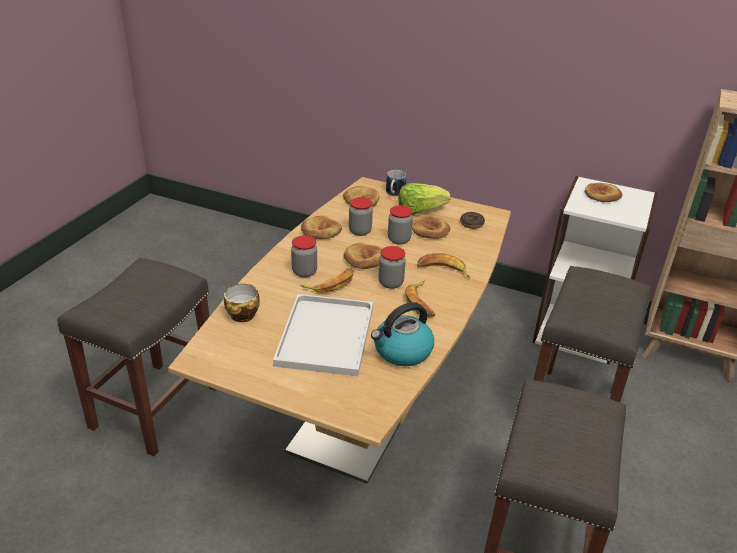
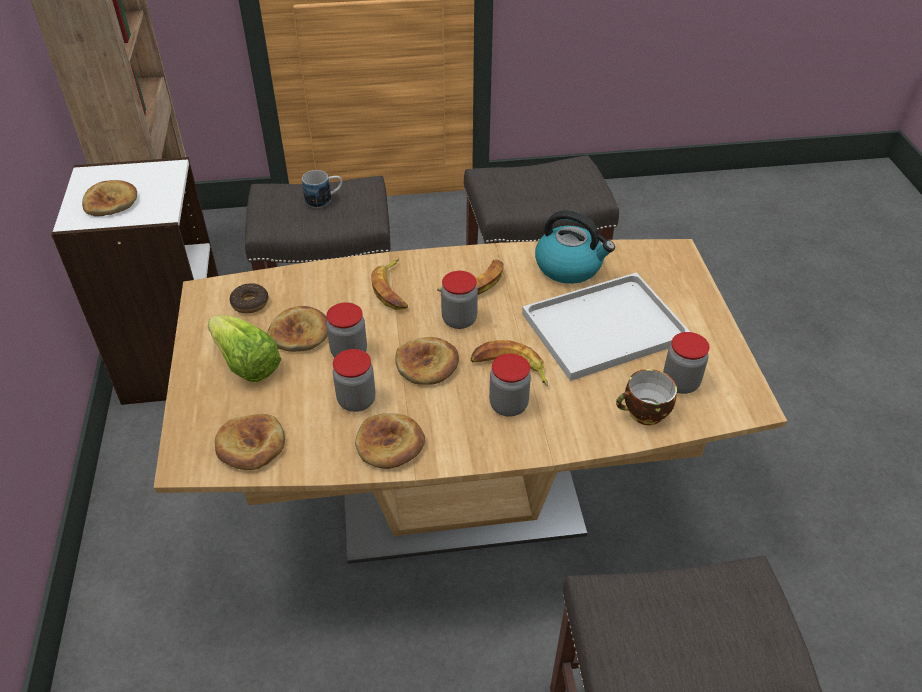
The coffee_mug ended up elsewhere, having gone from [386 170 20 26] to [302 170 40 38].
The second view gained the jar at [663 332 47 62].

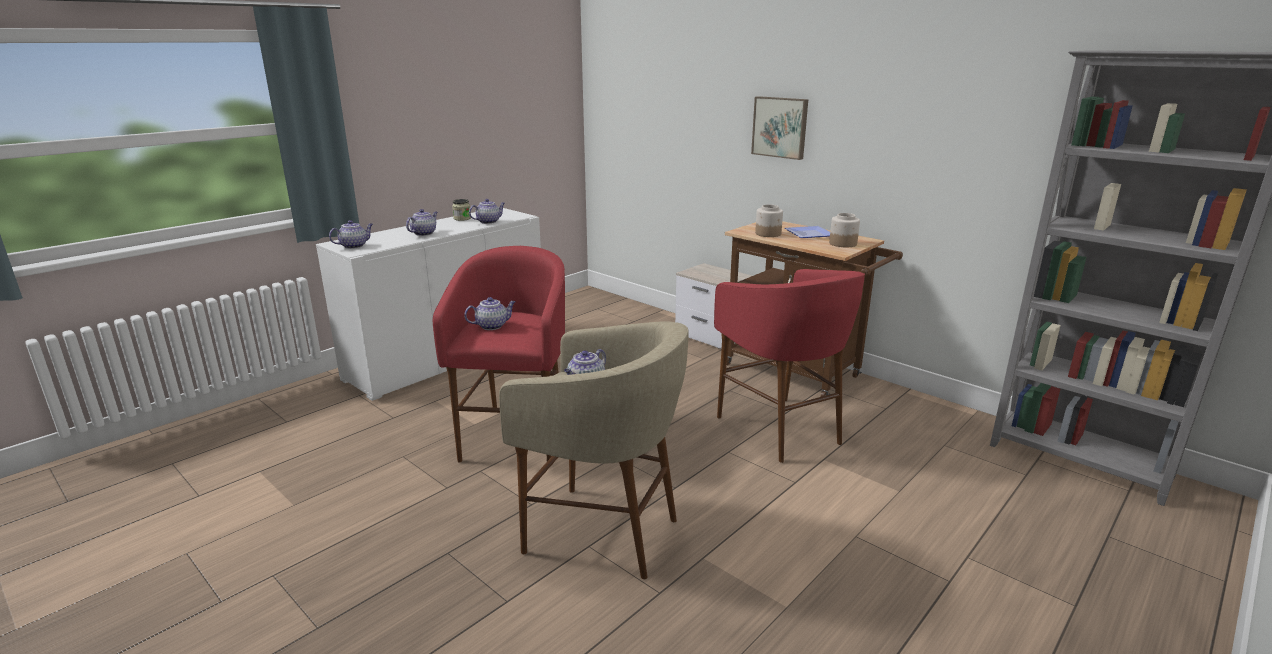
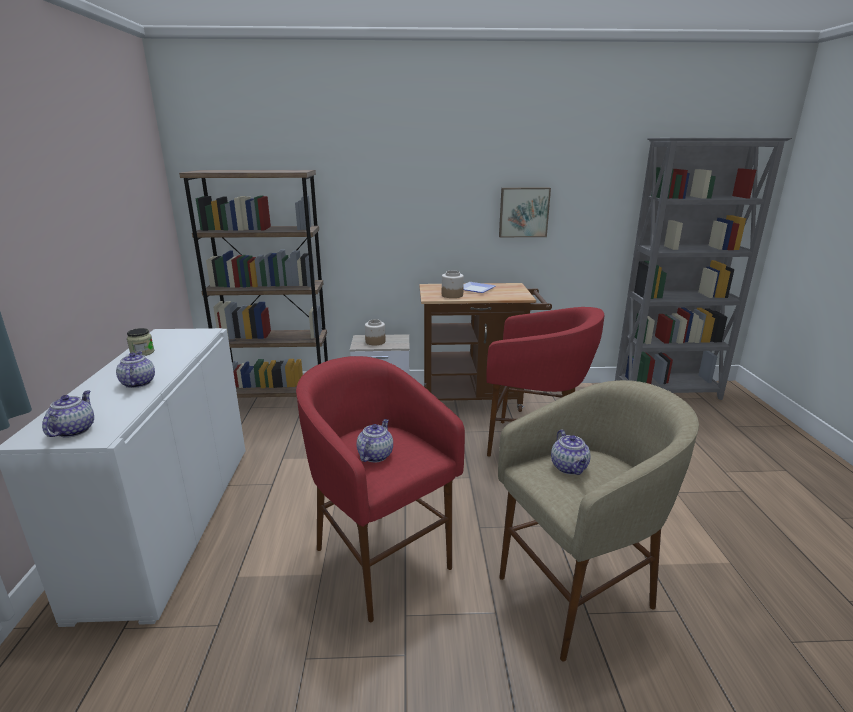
The second view gained the brownish_shelving_unit at [179 170 149 228].
The jar ended up elsewhere, having gone from [829 213 31 34] to [365 319 21 26].
The wall_picture ended up elsewhere, having gone from [751 96 57 64] to [499 188 52 49].
The second view lost the teapot at [469 199 36 25].

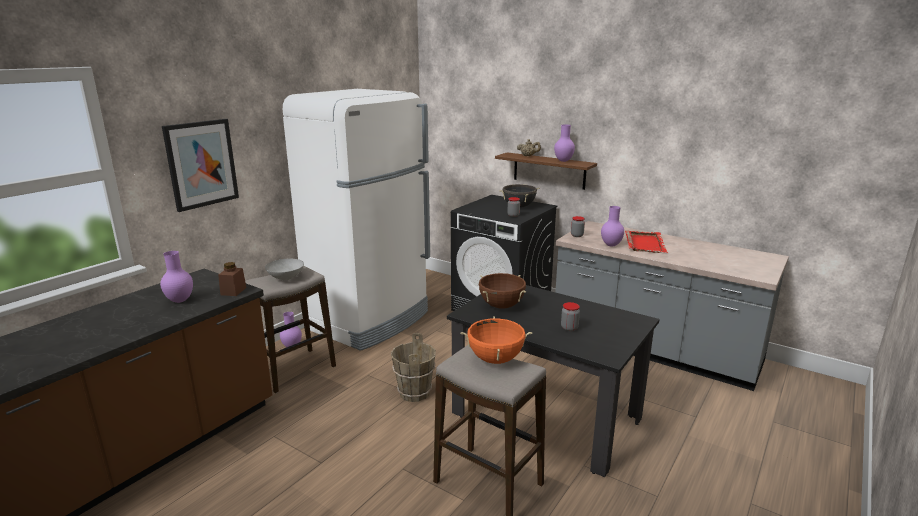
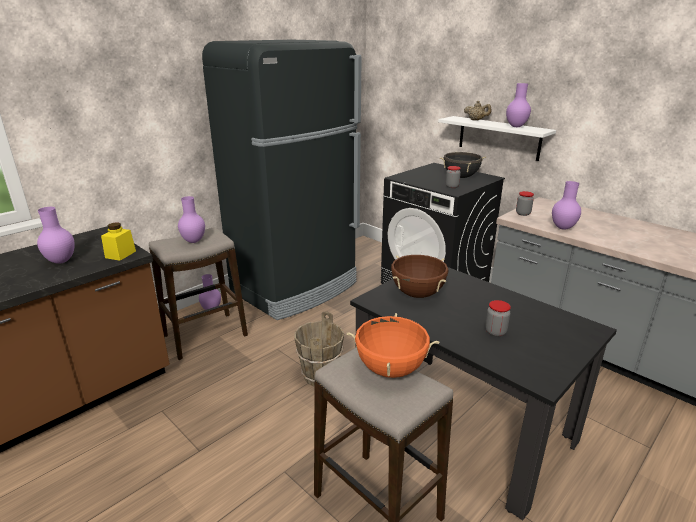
What was the brownish_jar at [218 262 28 34] turned into the yellow-coloured_jar at [101 223 35 38].
Where the gray_serving_bowl stood at [265 259 39 21], the purple_vase came to stand at [178 196 27 47].
What was the whitish_kitchen_fridge at [283 89 147 262] turned into the blackish_kitchen_fridge at [202 40 160 280].
What was the brownish_wall_shelf at [495 152 102 38] turned into the whitish_wall_shelf at [438 116 118 45].
The second view lost the wall_picture at [162 119 77 93].
The second view lost the red-coloured_carrying_tray at [625 230 43 23].

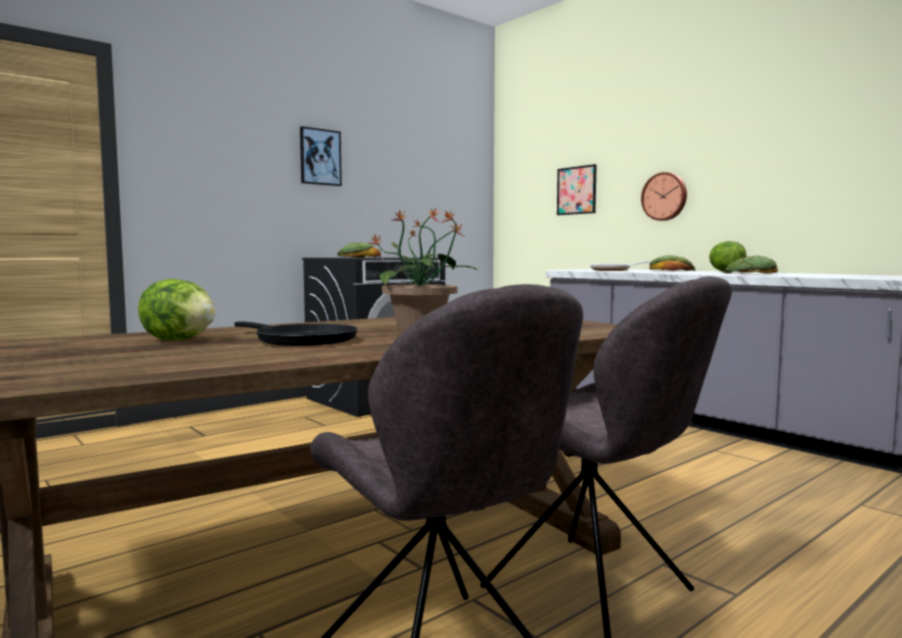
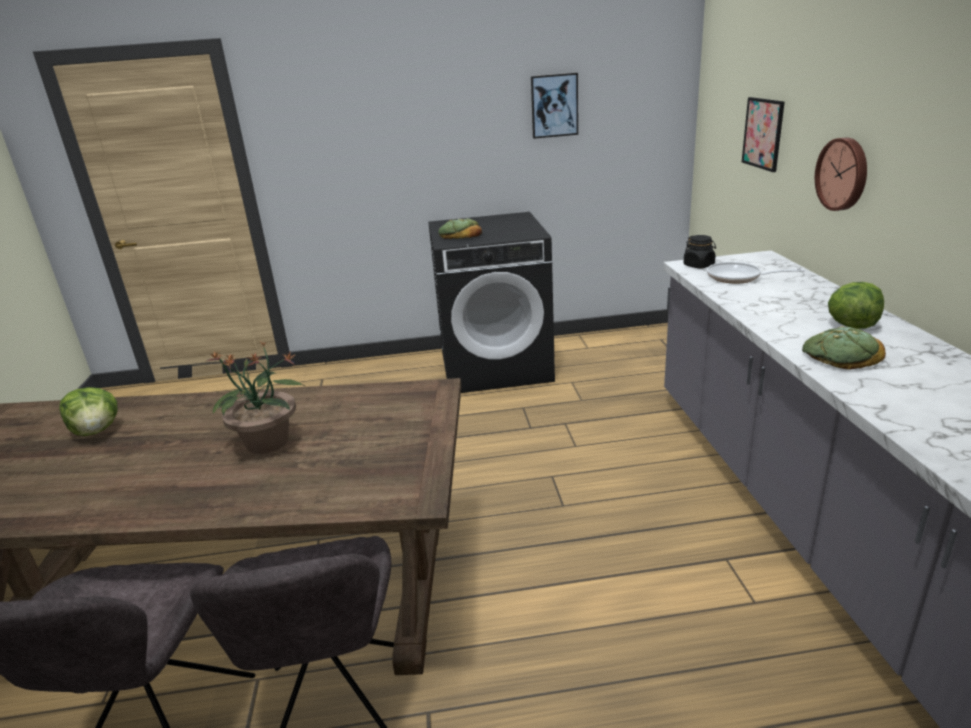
The wall_picture ended up elsewhere, having gone from [300 126 42 60] to [531 73 47 66].
The second view gained the blackish_jar at [683 235 33 33].
The second view lost the blackish_skillet at [234 321 124 25].
The second view lost the baked_bread at [649 255 46 16].

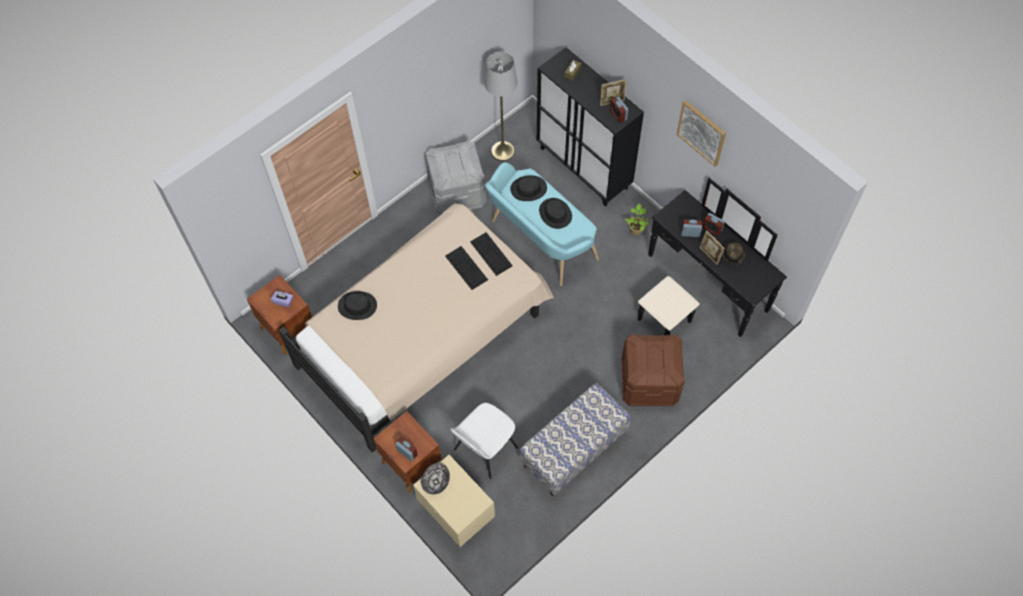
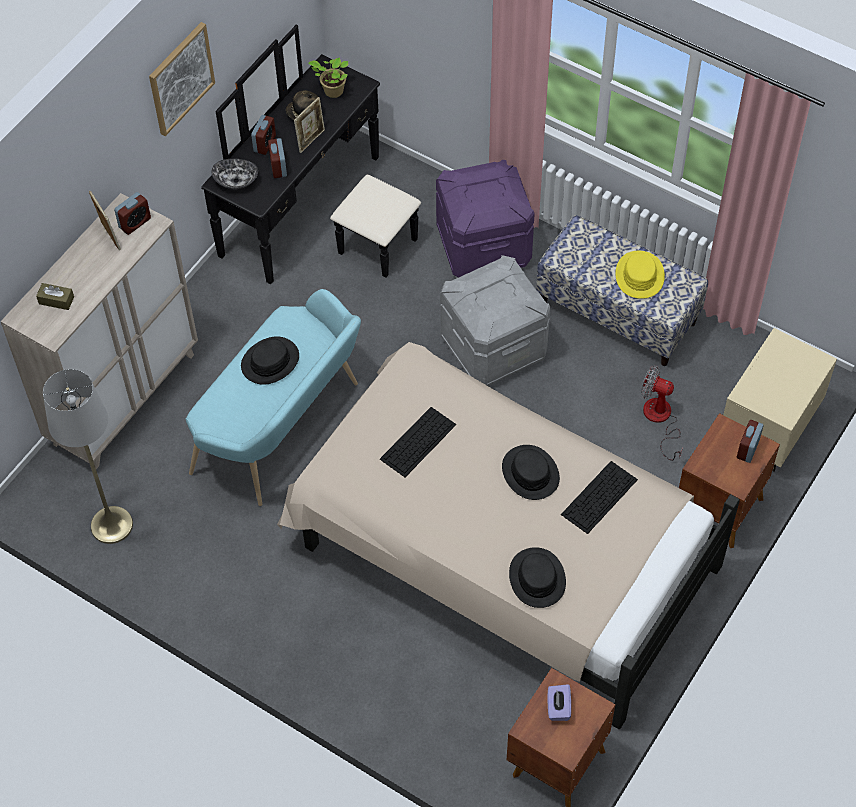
What was the blackish_storage_cabinet at [537 47 107 159] turned into the beige-coloured_storage_cabinet at [1 193 197 276].
The serving_bowl ended up elsewhere, having gone from [421 463 29 31] to [211 159 47 30].
The houseplant ended up elsewhere, having gone from [625 203 24 32] to [308 57 40 41].
What was the brownish_storage_bin at [621 334 64 72] turned into the purple_storage_bin at [436 160 99 117].
The gray_storage_bin ended up elsewhere, having gone from [425 140 62 75] to [440 255 110 131].
The blackish_clothing_hat ended up elsewhere, having gone from [511 175 36 26] to [502 445 58 55].
The PC_keyboard ended up elsewhere, having gone from [470 232 43 44] to [561 461 77 73].
The second view gained the yellow-coloured_clothing_hat at [615 251 50 48].
Where the whitish_chair stood at [451 403 67 76], the cooling_fan came to stand at [641 366 42 95].

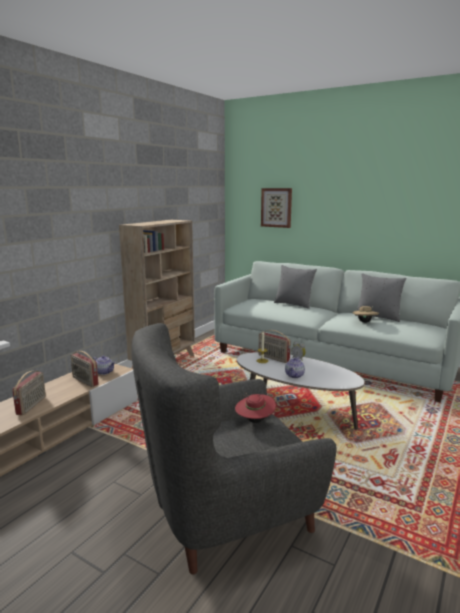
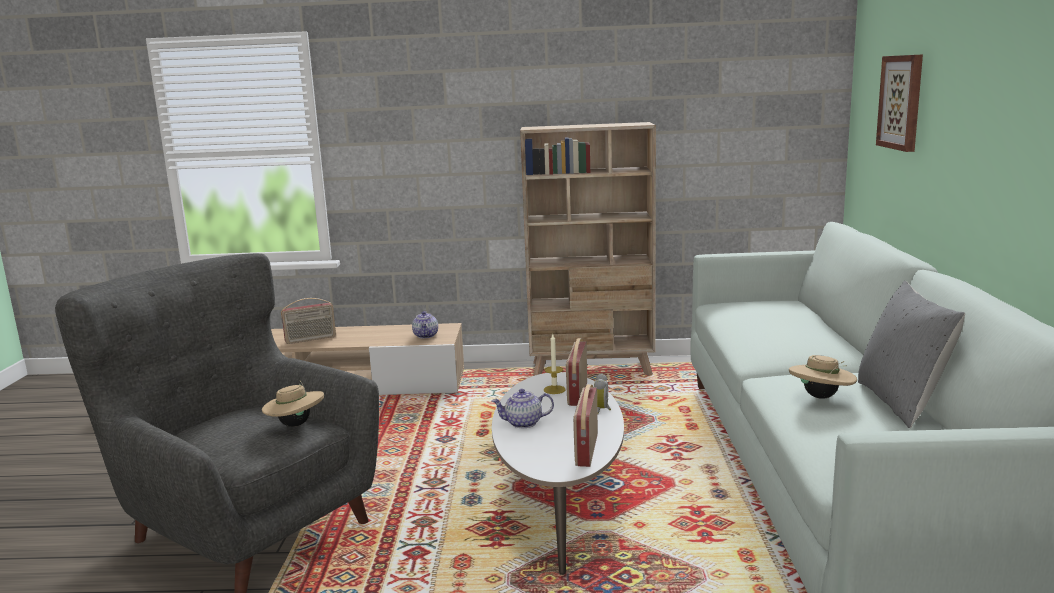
What was the red-coloured_clothing_hat at [235 393 41 30] turned into the beige-coloured_clothing_hat at [262 380 62 47].
The radio_receiver ended up elsewhere, having gone from [71 351 28 36] to [573 384 25 83].
The second view lost the gray_cushion at [274 265 43 44].

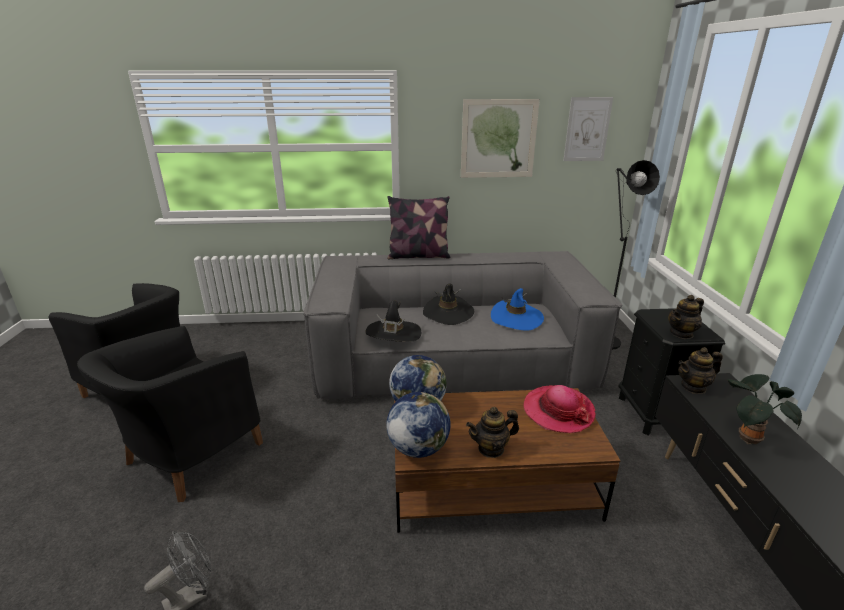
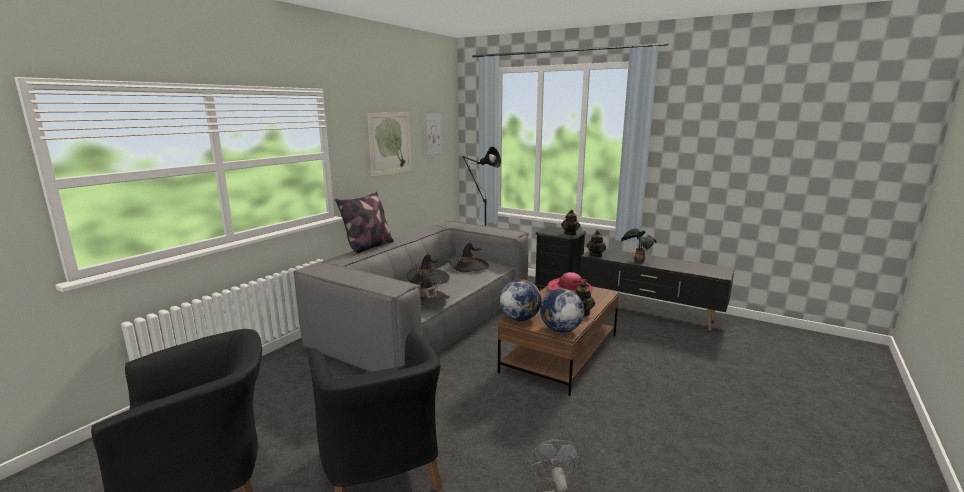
What was the bluish_clothing_hat at [491 288 53 43] turned into the blackish_clothing_hat at [449 242 40 30].

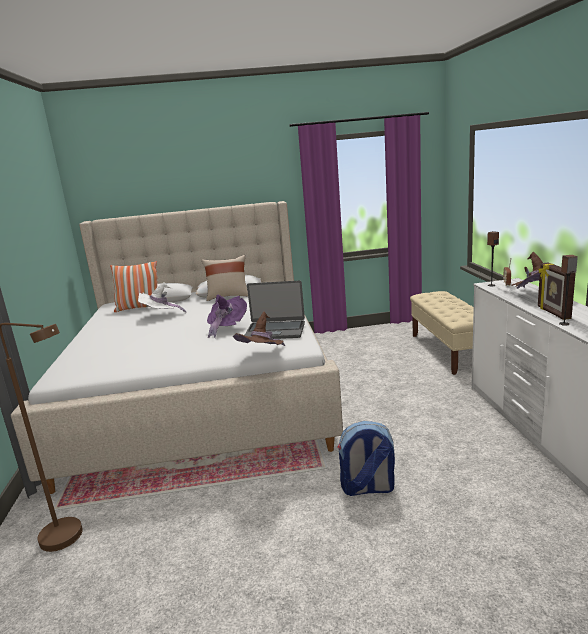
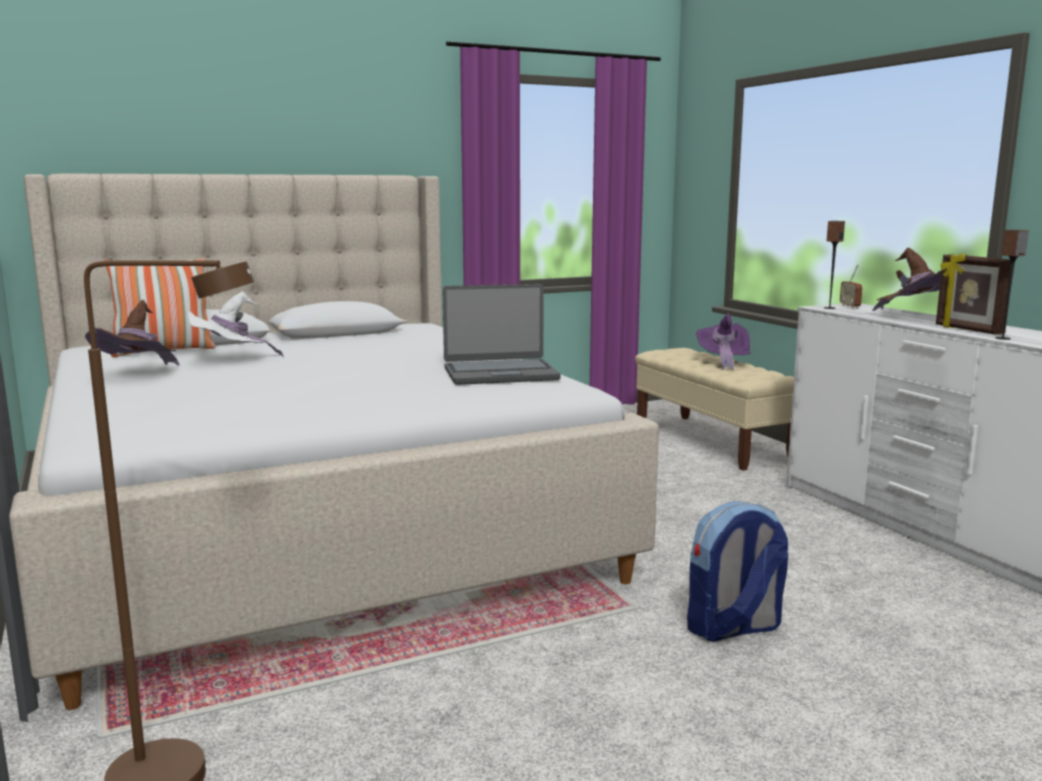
The brownish_clothing_hat ended up elsewhere, having gone from [233 312 52 34] to [85 300 95 65].
The purple_clothing_hat ended up elsewhere, having gone from [207 295 40 43] to [696 313 56 57].
The second view lost the beige-coloured_cushion at [202 255 46 46].

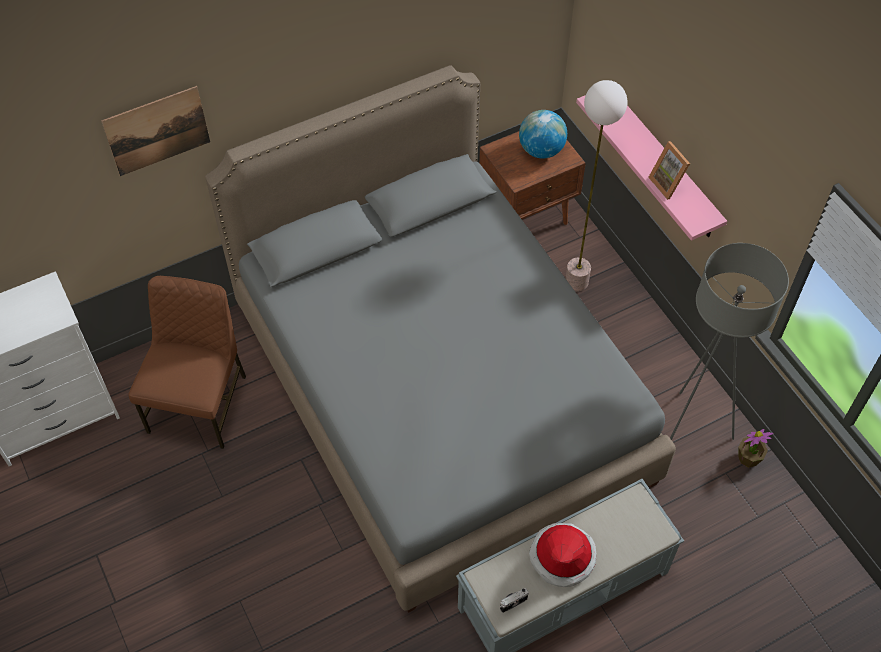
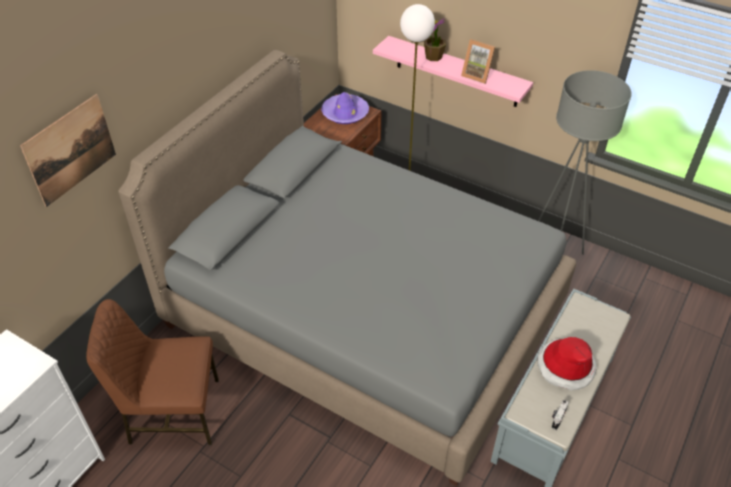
The brownish_chair at [128 276 118 173] ended up facing another way, 75 degrees counterclockwise from before.
Where the desk_globe stood at [519 110 48 49], the purple_clothing_hat came to stand at [321 92 48 32].
The houseplant ended up elsewhere, having gone from [738 429 36 38] to [424 18 22 43].

